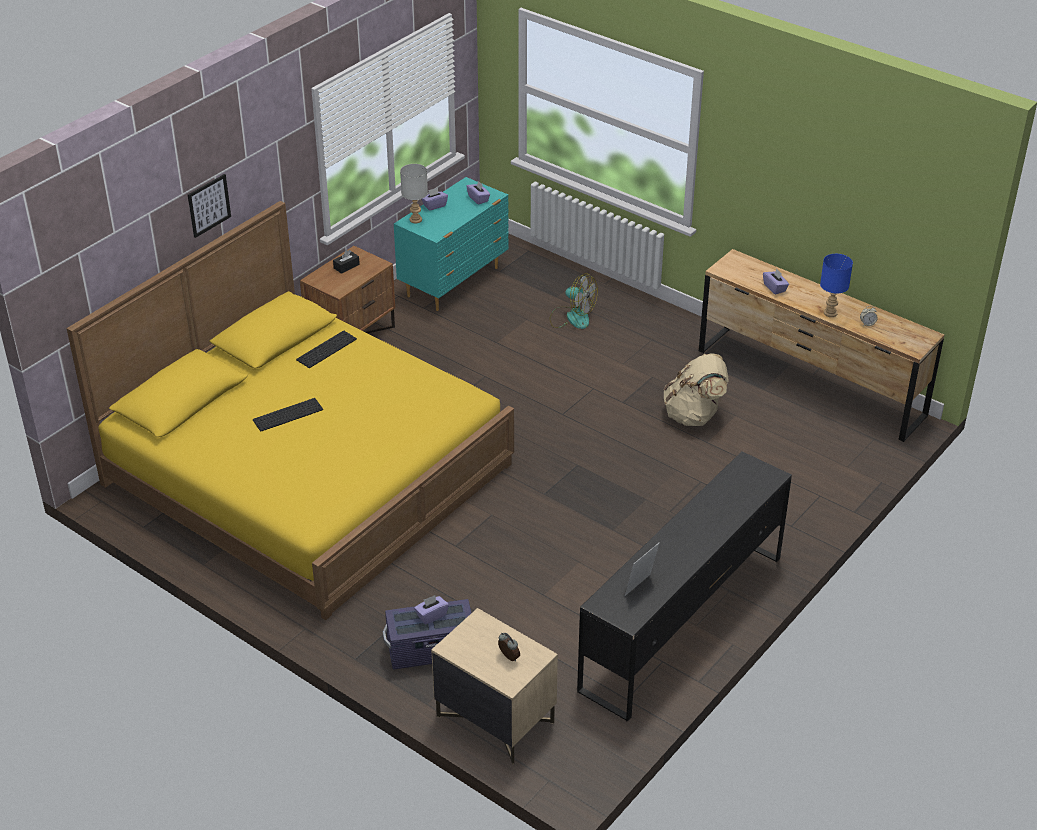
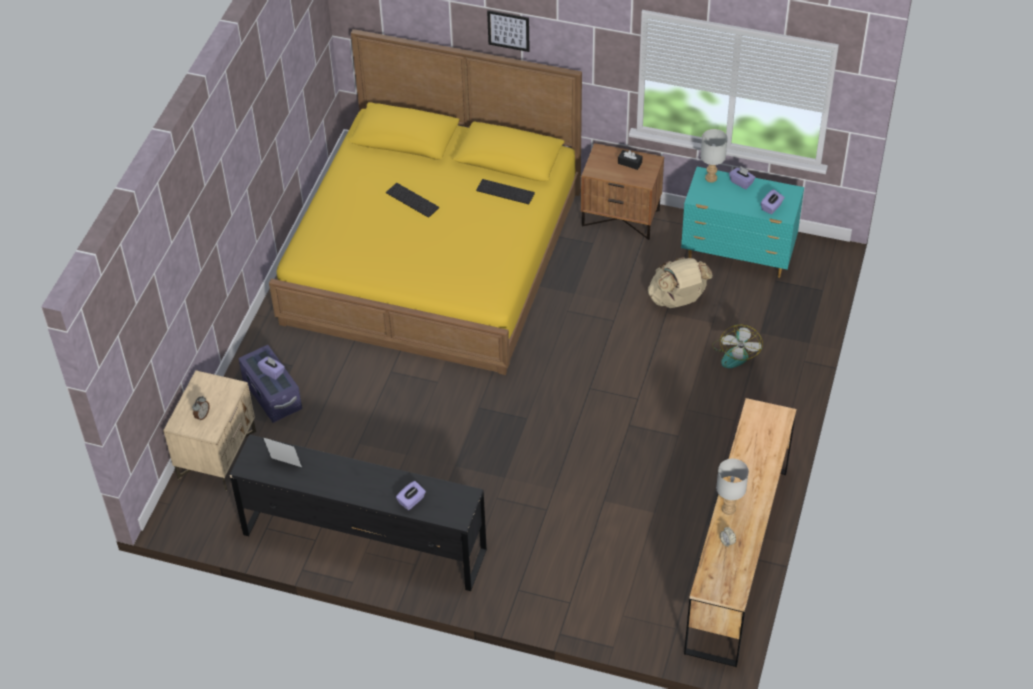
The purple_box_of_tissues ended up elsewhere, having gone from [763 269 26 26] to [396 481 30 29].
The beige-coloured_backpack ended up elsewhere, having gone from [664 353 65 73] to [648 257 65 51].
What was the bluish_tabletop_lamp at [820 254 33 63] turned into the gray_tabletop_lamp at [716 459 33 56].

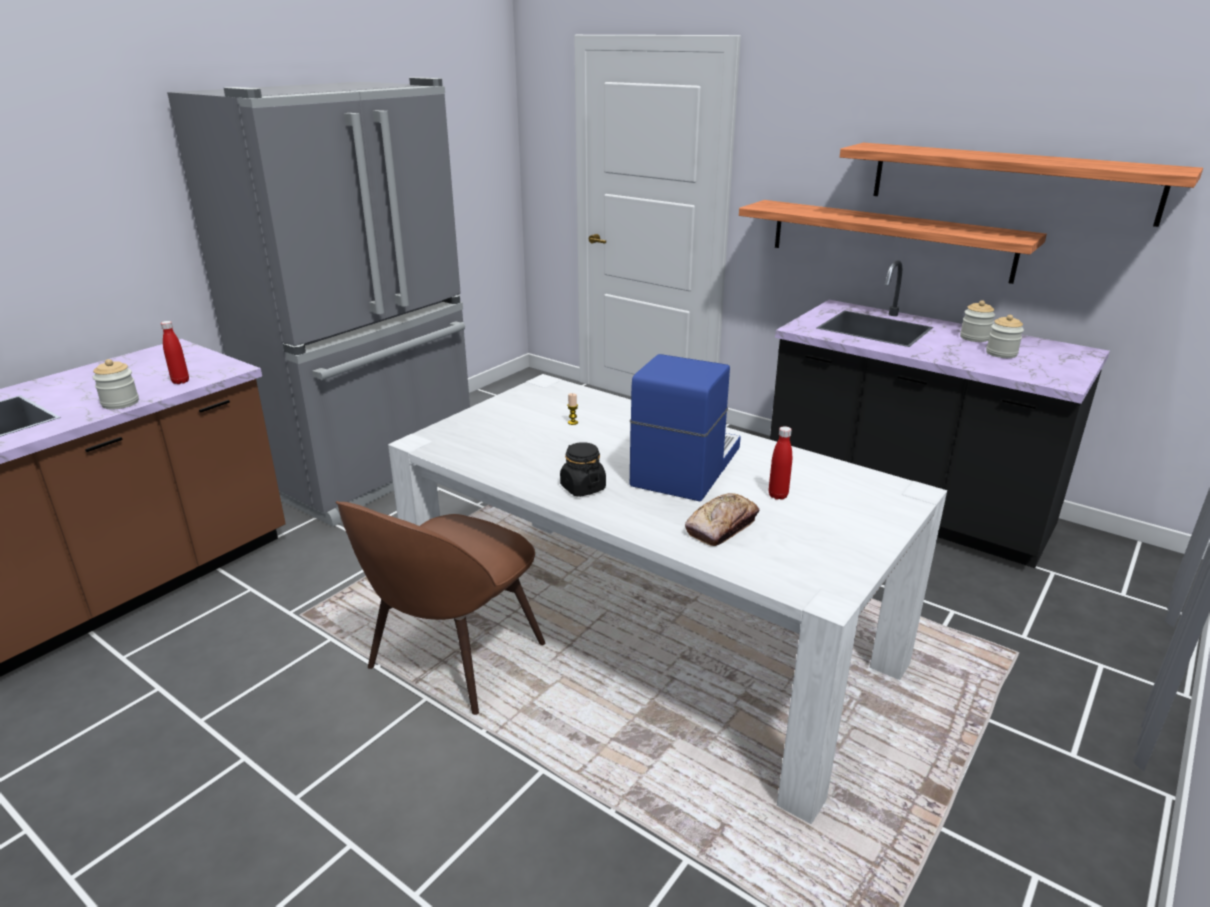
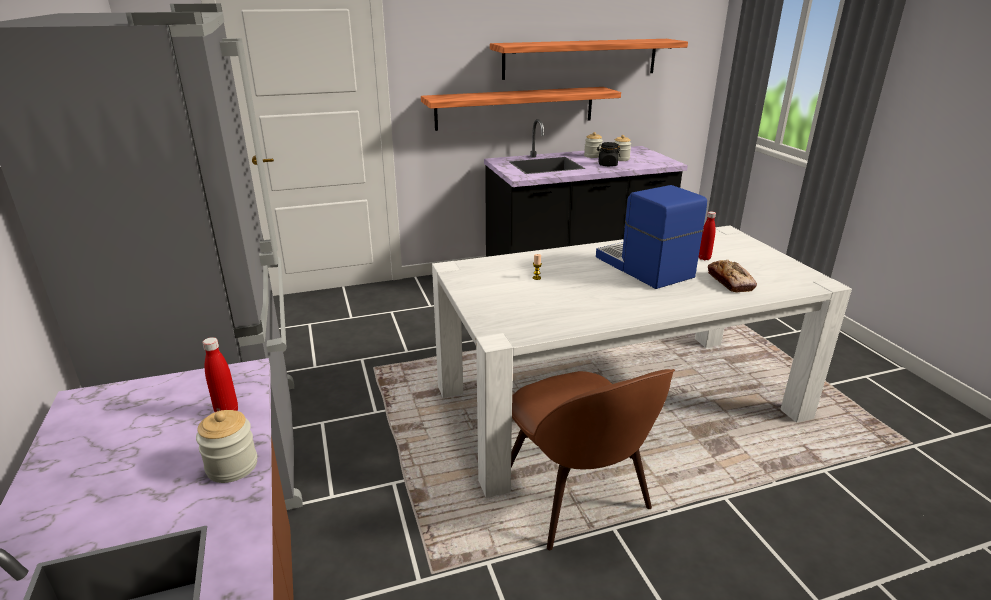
The blackish_jar ended up elsewhere, having gone from [560 442 46 55] to [597 142 23 24].

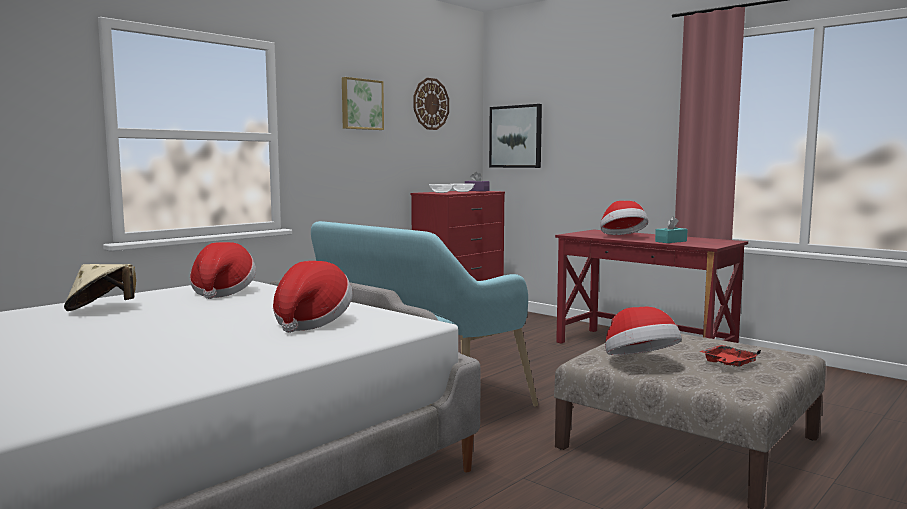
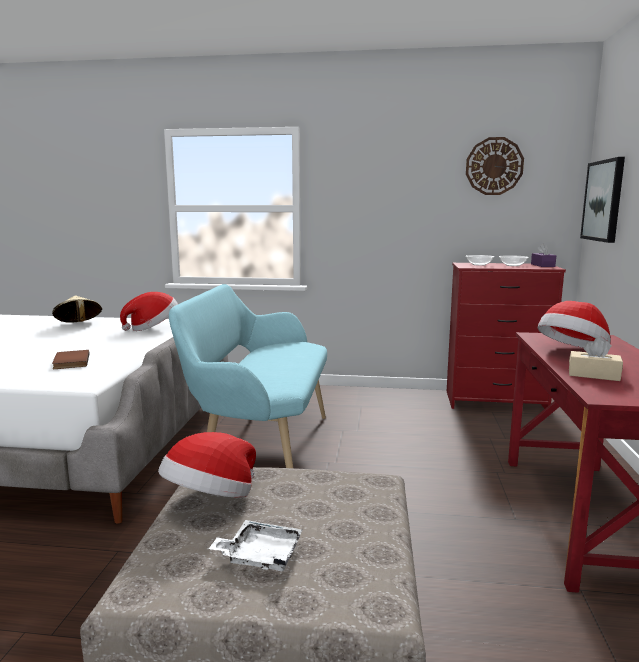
Where the clothing_hat stood at [273 261 80 72], the brownish_volume came to stand at [52 350 37 19].
What was the red-coloured_carrying_tray at [699 345 62 22] turned into the whitish_carrying_tray at [209 520 94 51].
What was the turquoise_box_of_tissues at [655 217 33 26] turned into the beige-coloured_box_of_tissues at [569 337 54 44].
The second view lost the wall_picture at [342 77 42 53].

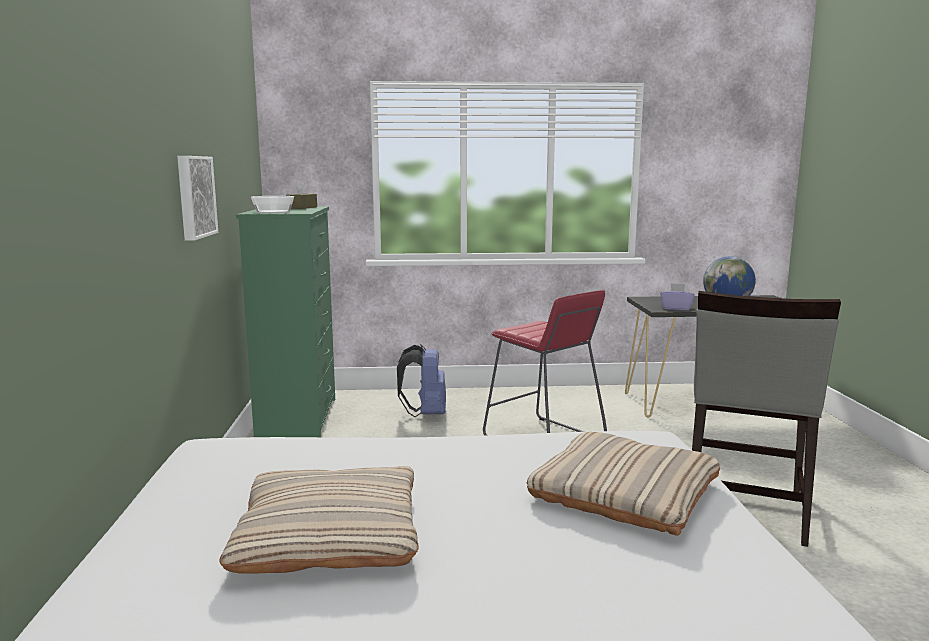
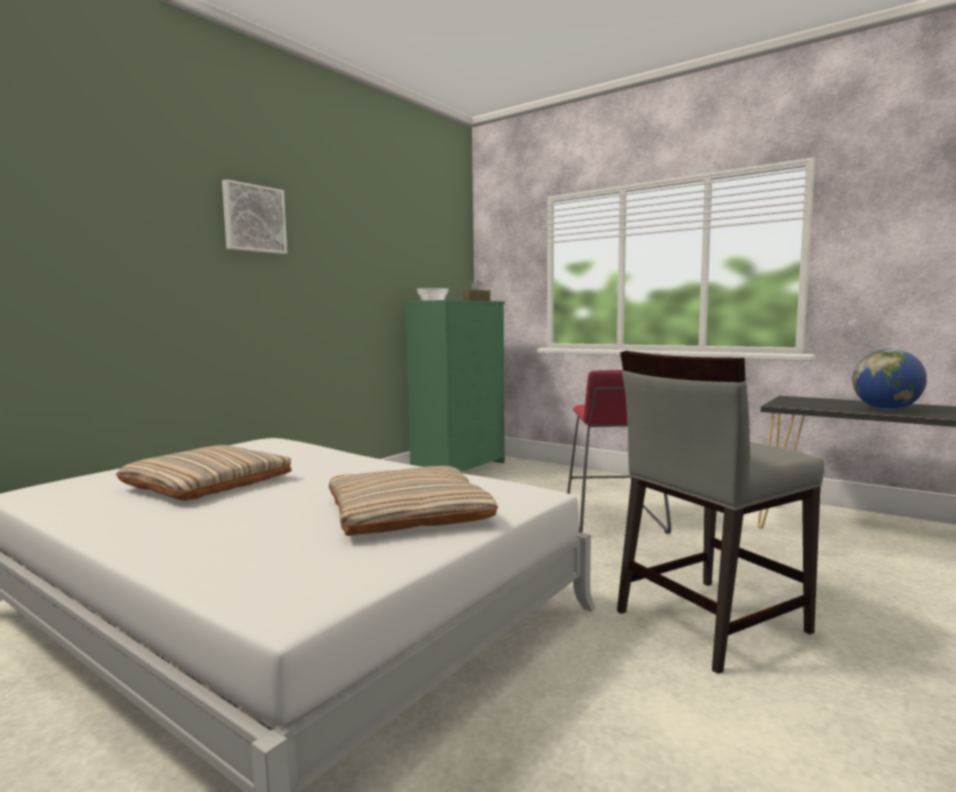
The wall_picture ended up elsewhere, having gone from [177 156 41 85] to [222 179 65 75].
The second view lost the bluish_backpack at [397 344 49 73].
The second view lost the purple_box_of_tissues at [660 283 34 27].

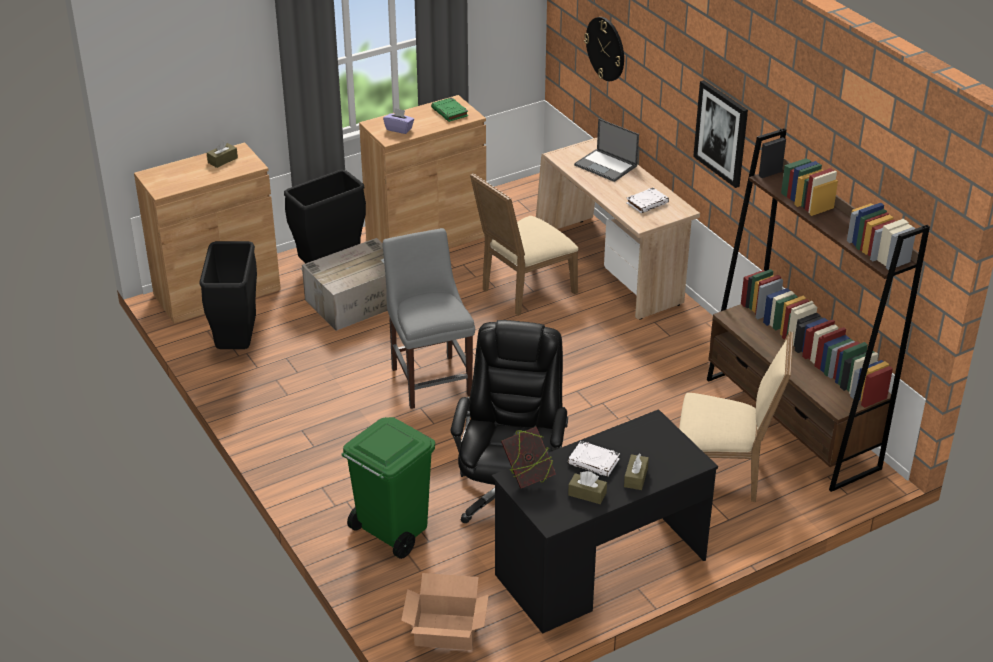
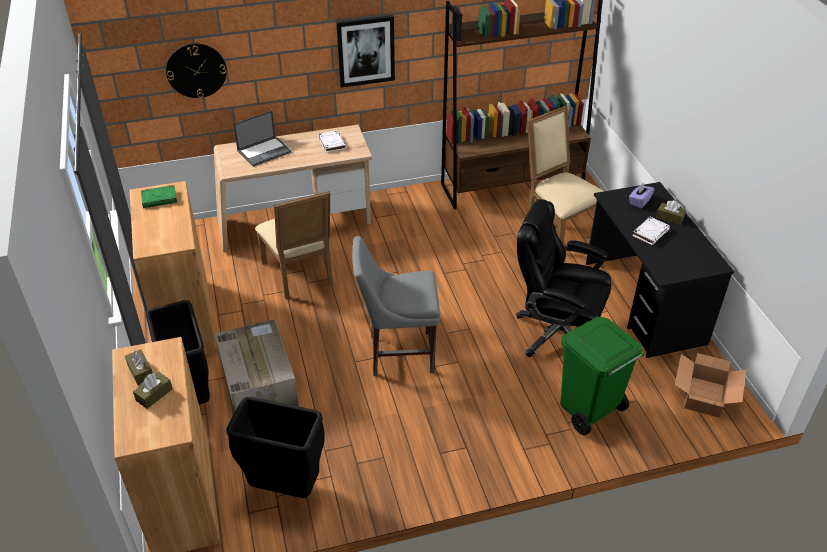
The brownish_box_of_tissues ended up elsewhere, having gone from [568 471 39 33] to [133 372 40 37].
The beige-coloured_chair at [679 331 114 171] ended up facing another way, 60 degrees counterclockwise from before.
The purple_box_of_tissues ended up elsewhere, having gone from [383 108 31 26] to [629 183 25 26].
The second view lost the volume at [501 427 55 62].

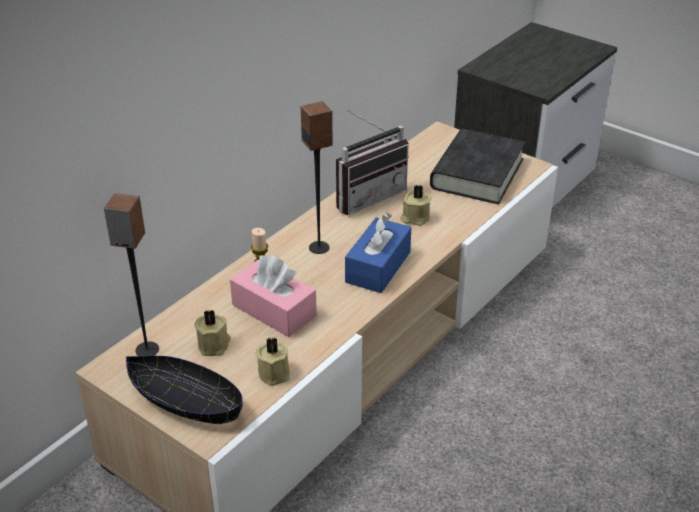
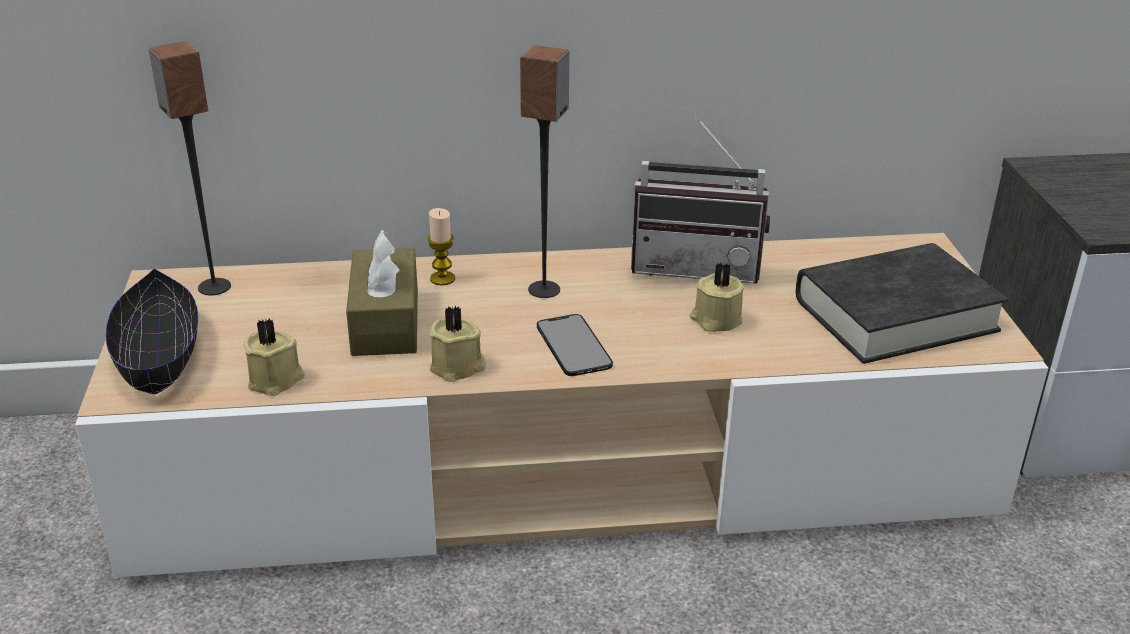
What was the pink_box_of_tissues at [230 255 87 82] turned into the brownish_box_of_tissues at [346 230 72 126].
The beige-coloured_candle ended up elsewhere, having gone from [194 309 37 47] to [430 306 56 76].
Where the bluish_box_of_tissues stood at [345 213 66 80], the handset came to stand at [537 314 76 62].

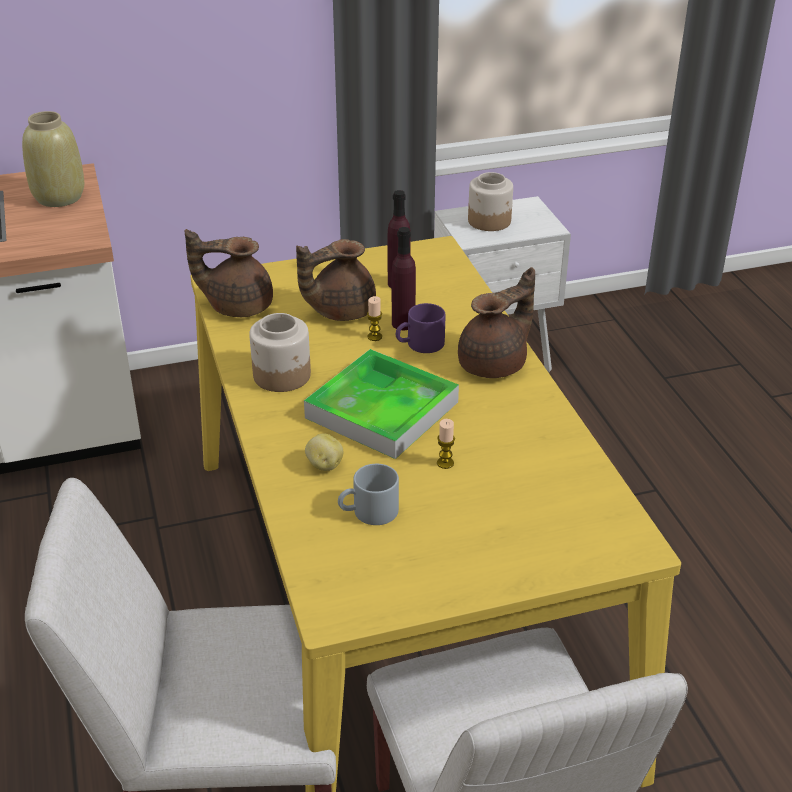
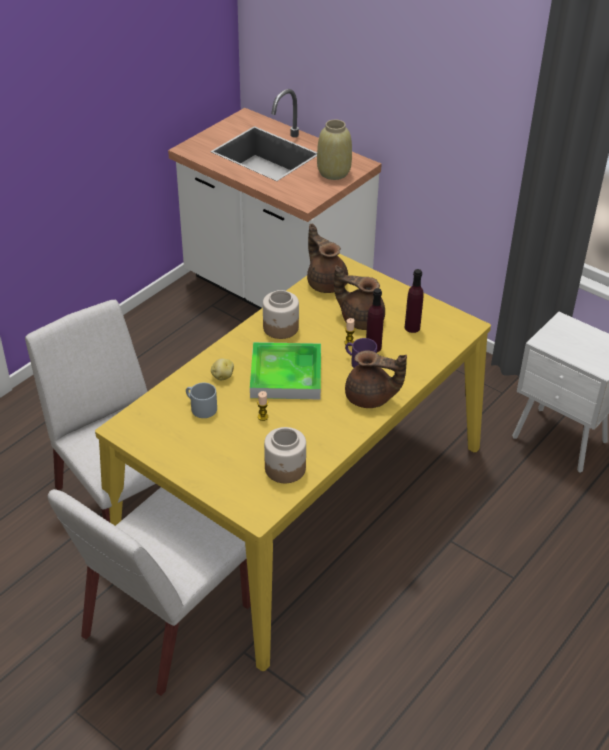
The jar ended up elsewhere, having gone from [468 172 45 59] to [264 427 42 56].

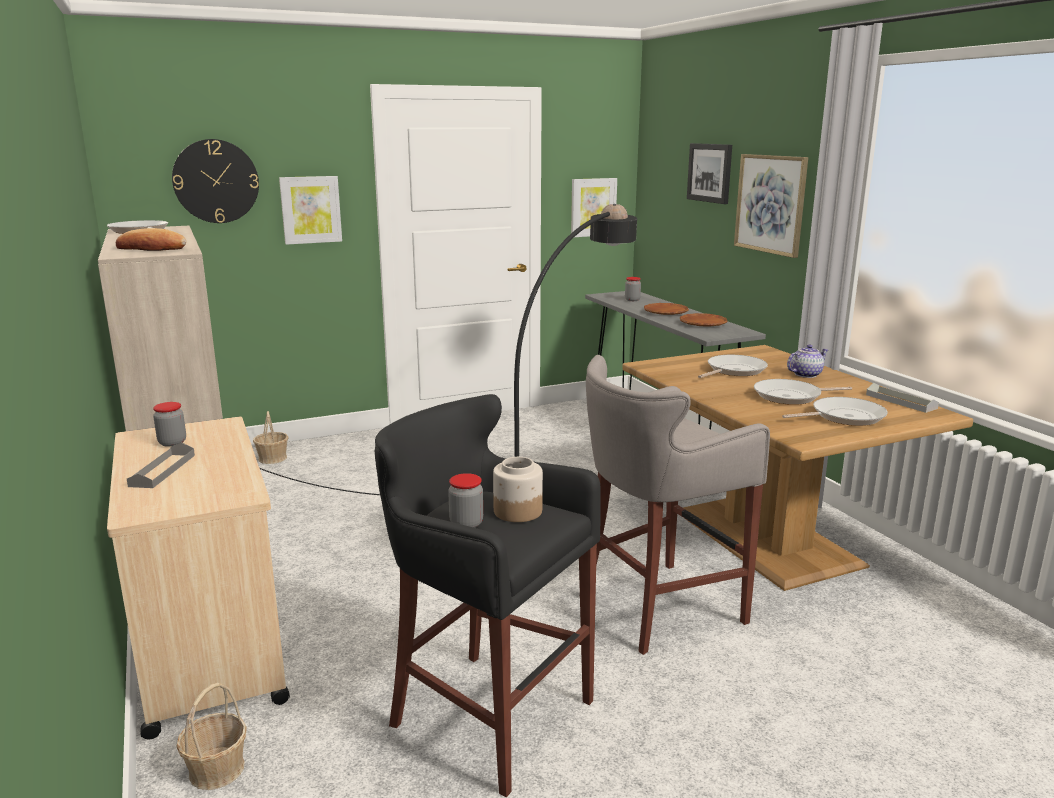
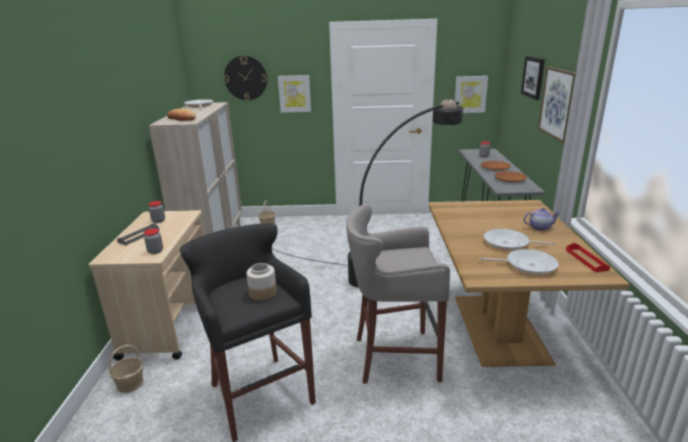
The jar ended up elsewhere, having gone from [448 473 35 55] to [144 228 19 26].
What was the gray_carrying_tray at [866 383 73 30] turned into the red-coloured_carrying_tray at [566 243 44 29].
The second view lost the skillet at [698 355 70 23].

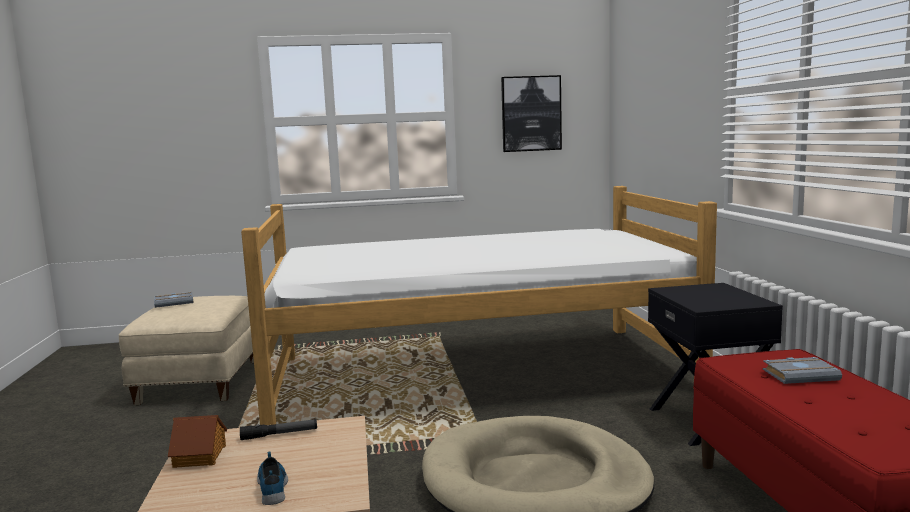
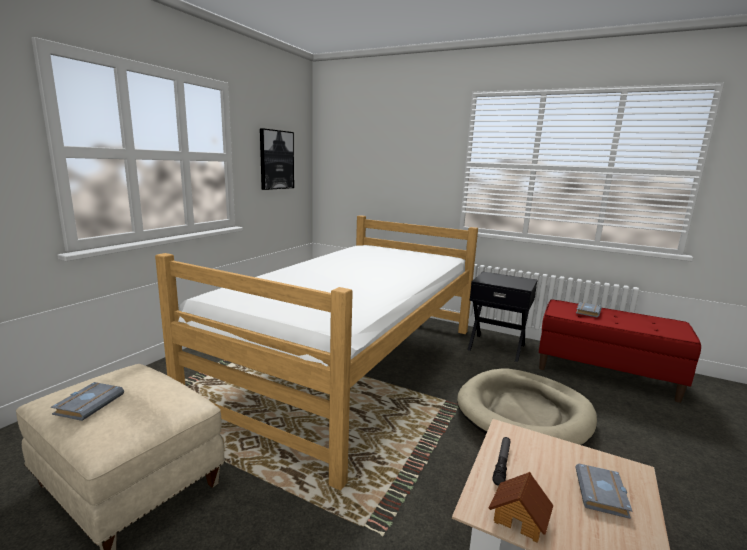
Where the low_shoe stood at [257 451 31 54], the gray_volume came to stand at [575 463 57 56].

